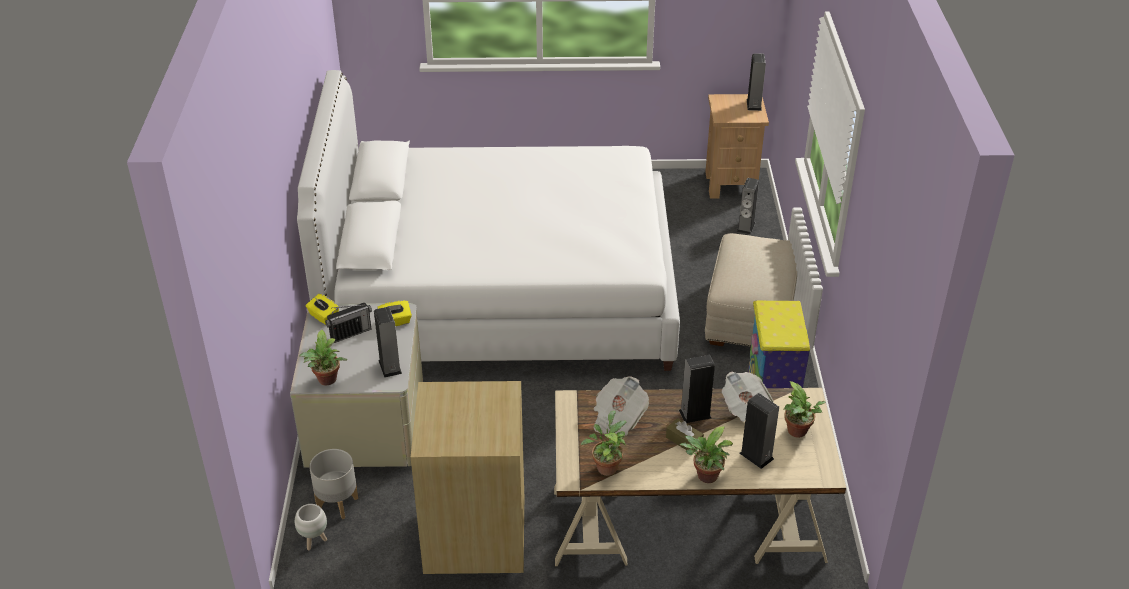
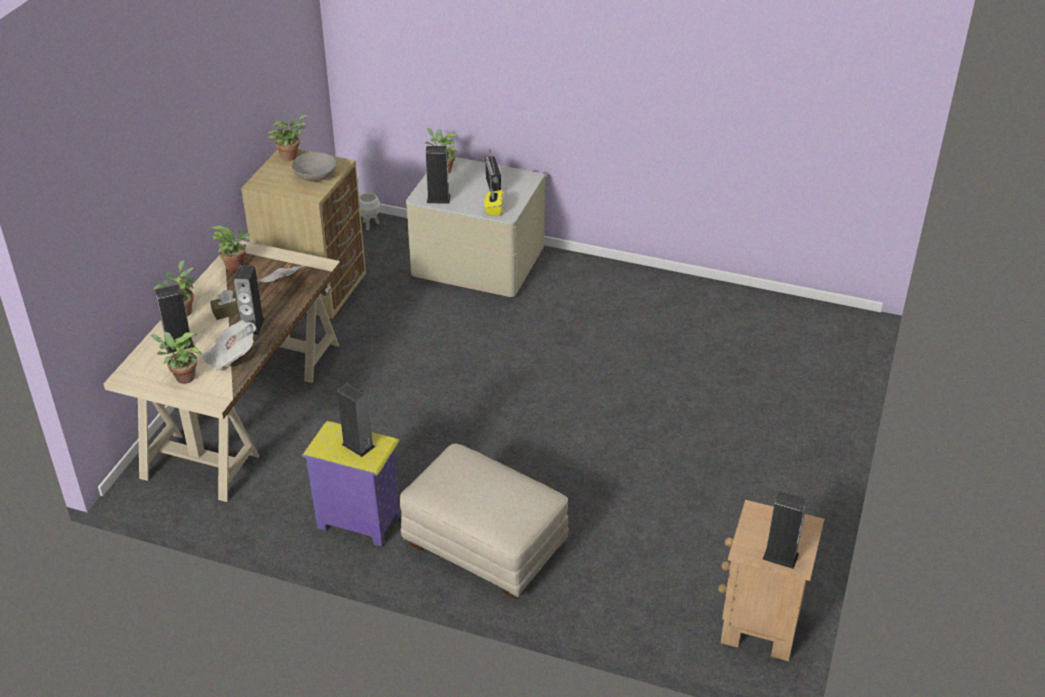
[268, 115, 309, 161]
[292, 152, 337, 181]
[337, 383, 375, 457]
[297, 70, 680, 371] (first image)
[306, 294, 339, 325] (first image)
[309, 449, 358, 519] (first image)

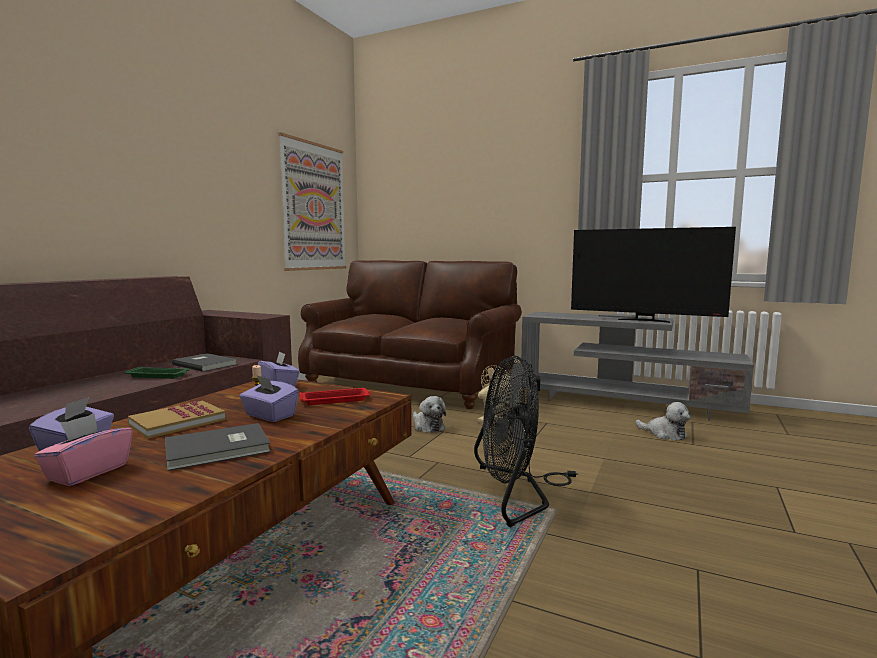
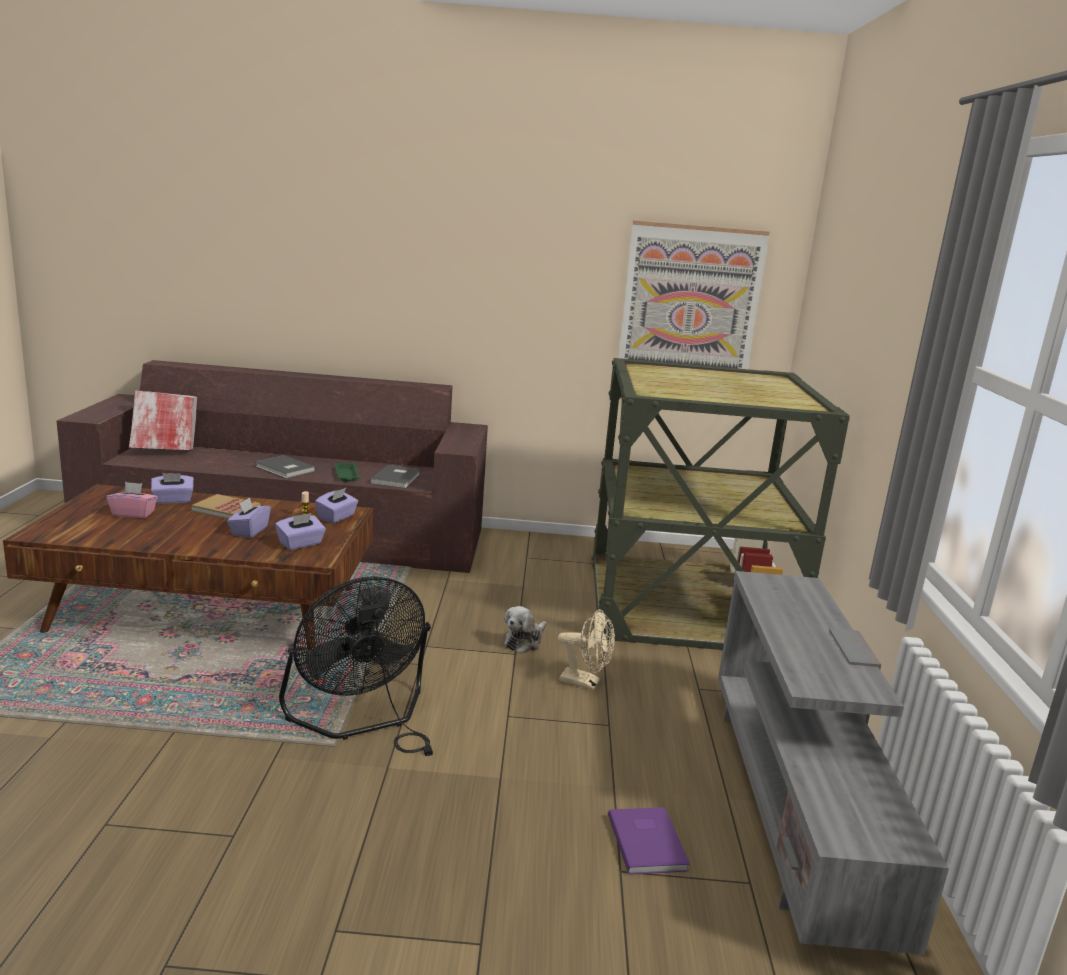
[255, 455, 316, 478]
[275, 513, 326, 550]
[592, 358, 850, 650]
[608, 807, 690, 875]
[571, 227, 736, 323] (first image)

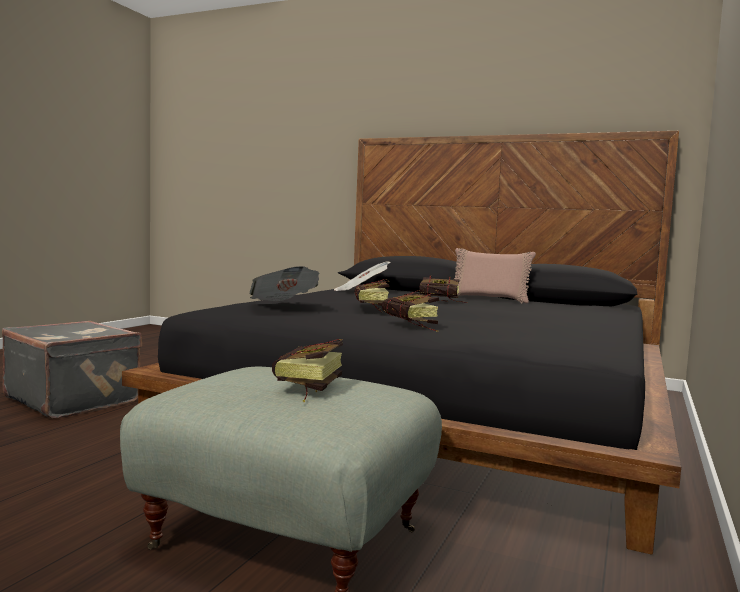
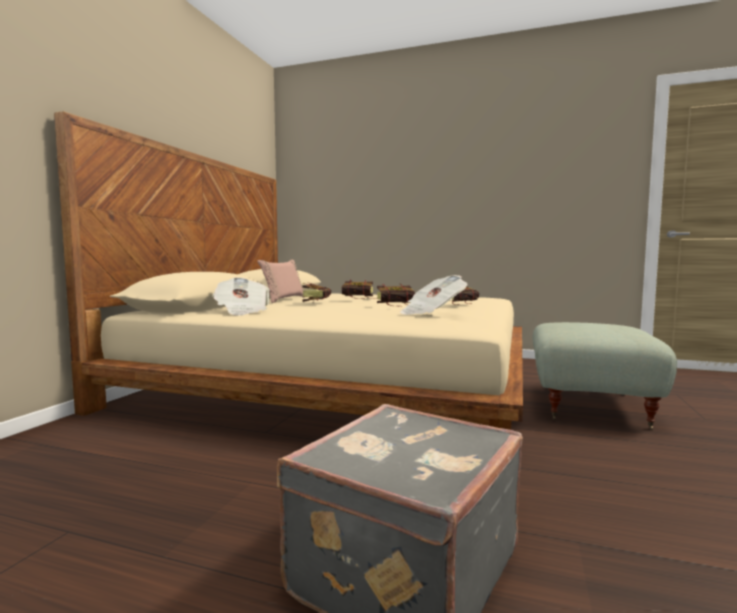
[54, 111, 523, 430]
[342, 280, 373, 299]

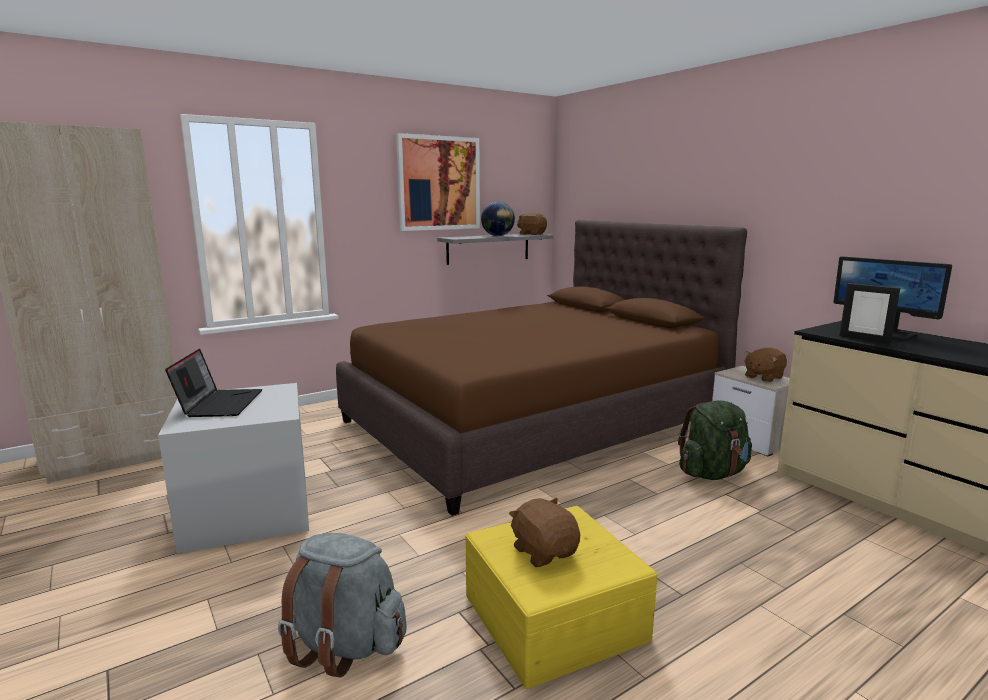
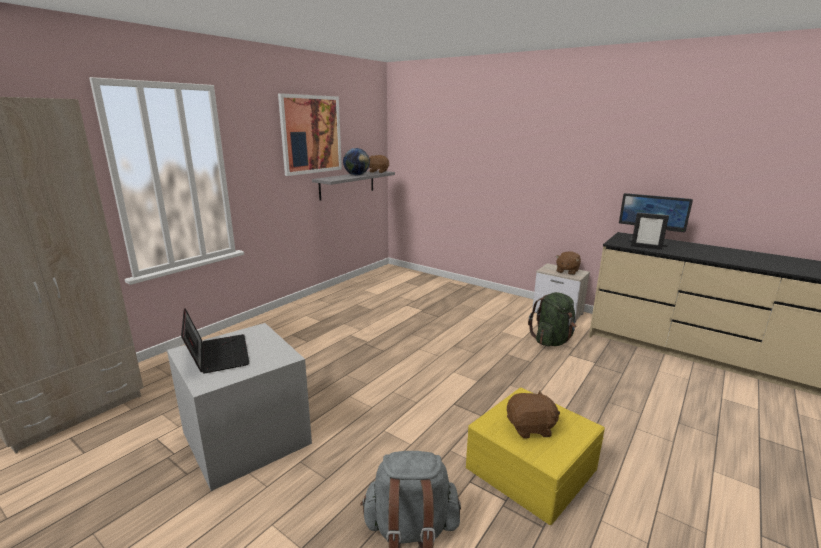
[507, 391, 560, 439]
[336, 220, 747, 516] (first image)

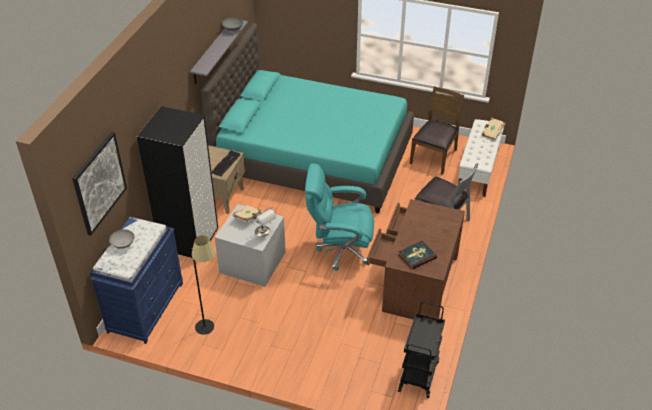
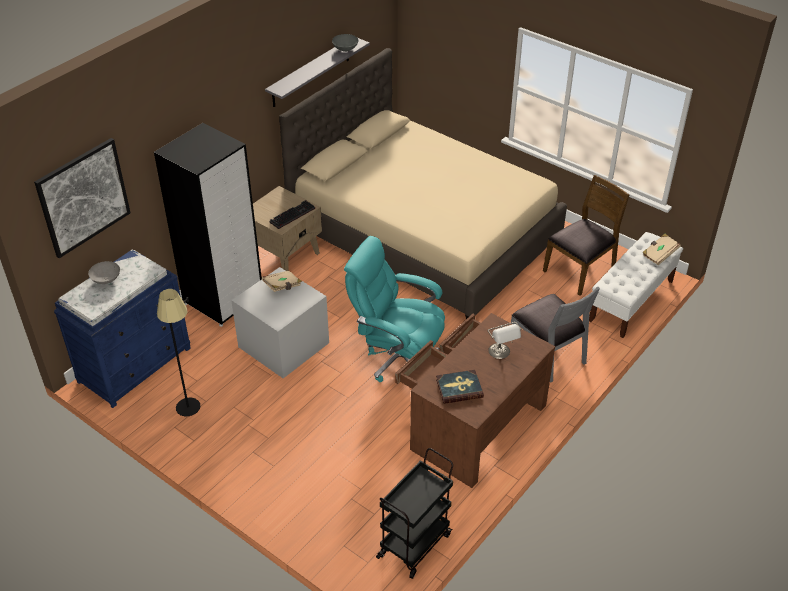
[279, 48, 567, 319]
[488, 322, 522, 359]

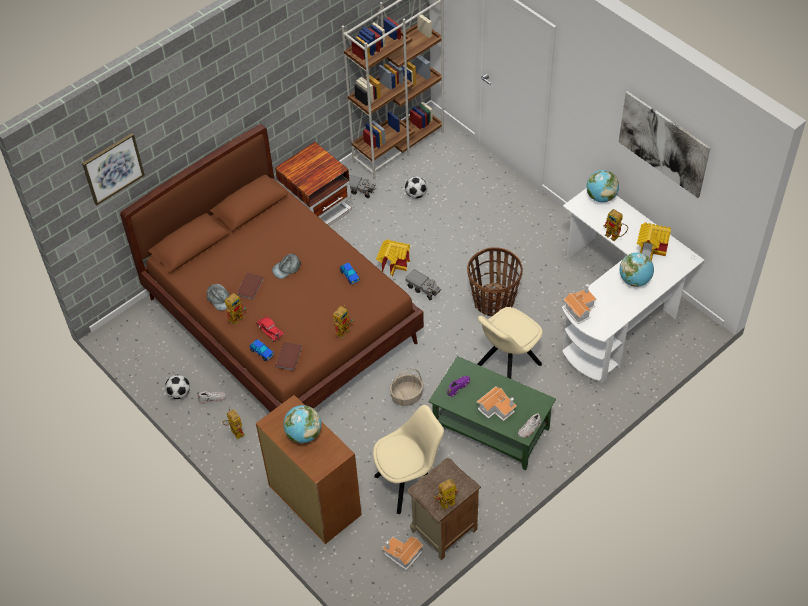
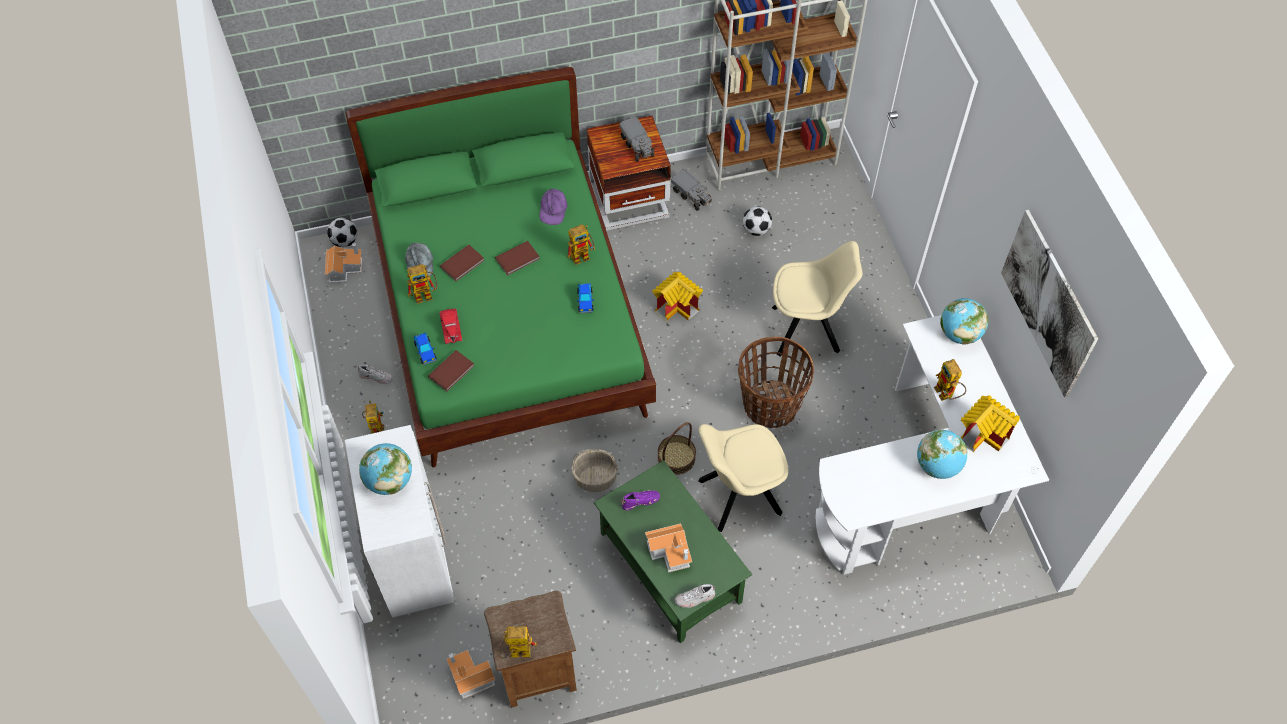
[325, 243, 362, 283]
[327, 218, 358, 247]
[345, 425, 454, 618]
[346, 67, 656, 468]
[495, 241, 540, 276]
[539, 189, 568, 225]
[567, 224, 595, 265]
[620, 117, 654, 162]
[658, 422, 696, 475]
[772, 241, 862, 356]
[82, 133, 145, 206] (first image)

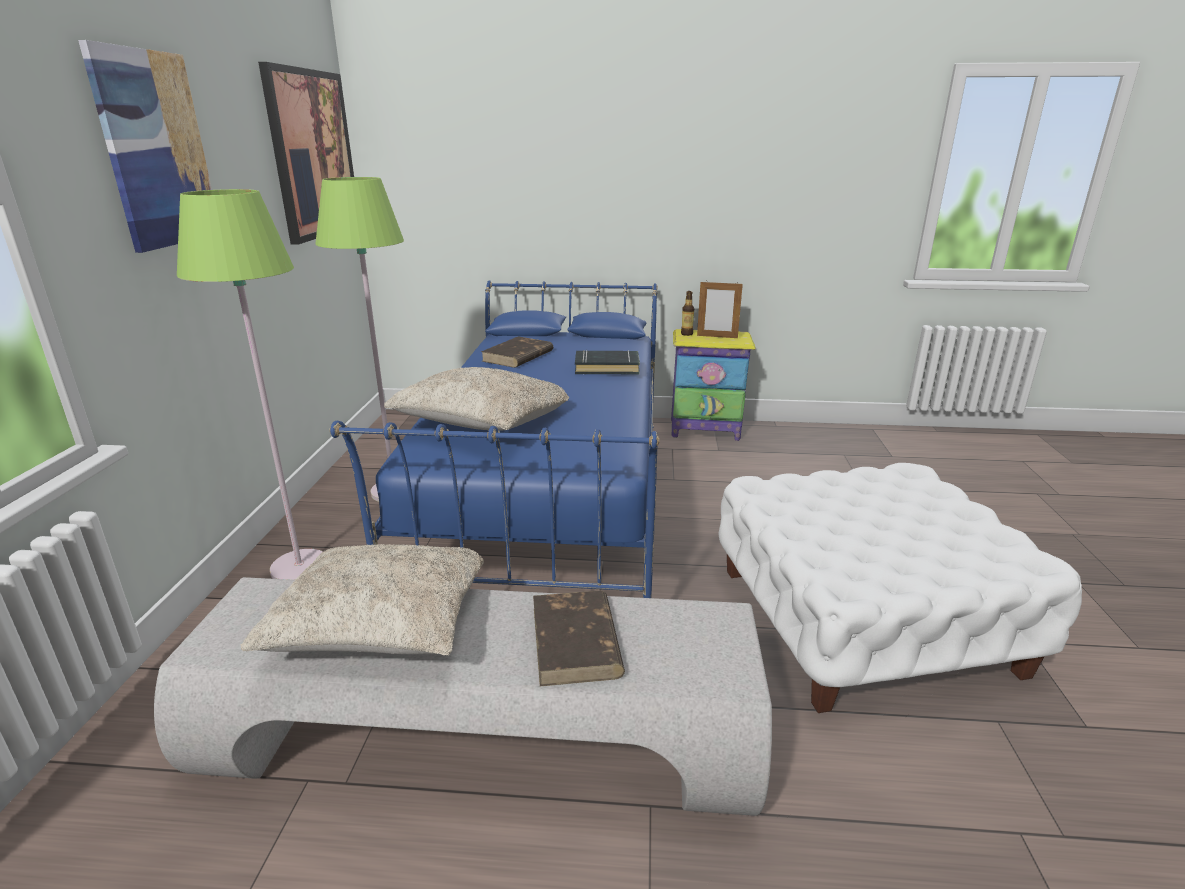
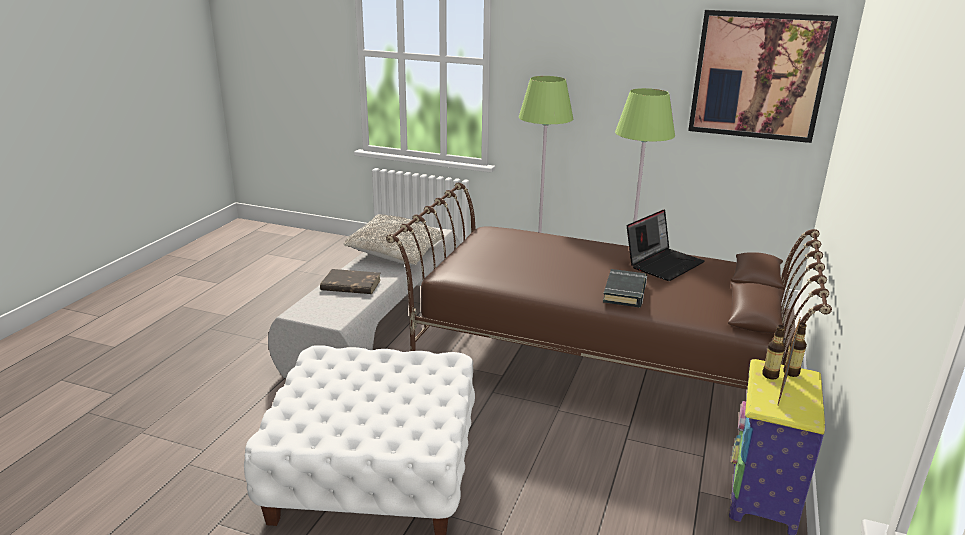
[386, 183, 832, 389]
[627, 209, 705, 281]
[762, 325, 785, 380]
[78, 40, 212, 253] (first image)
[384, 367, 569, 431] (first image)

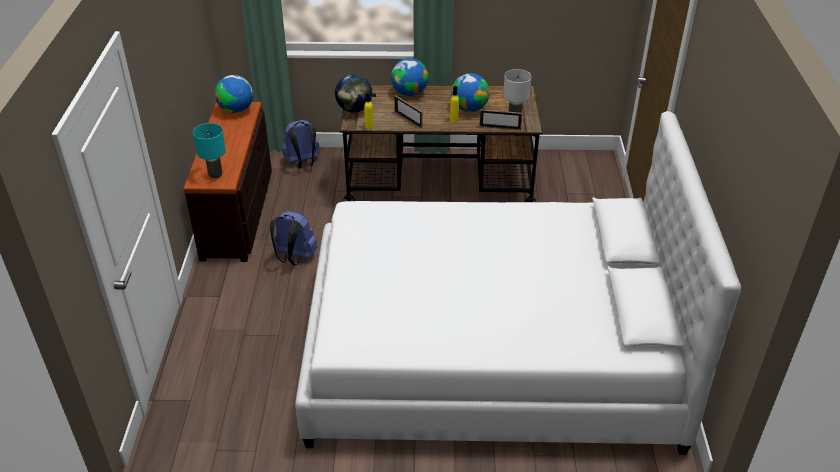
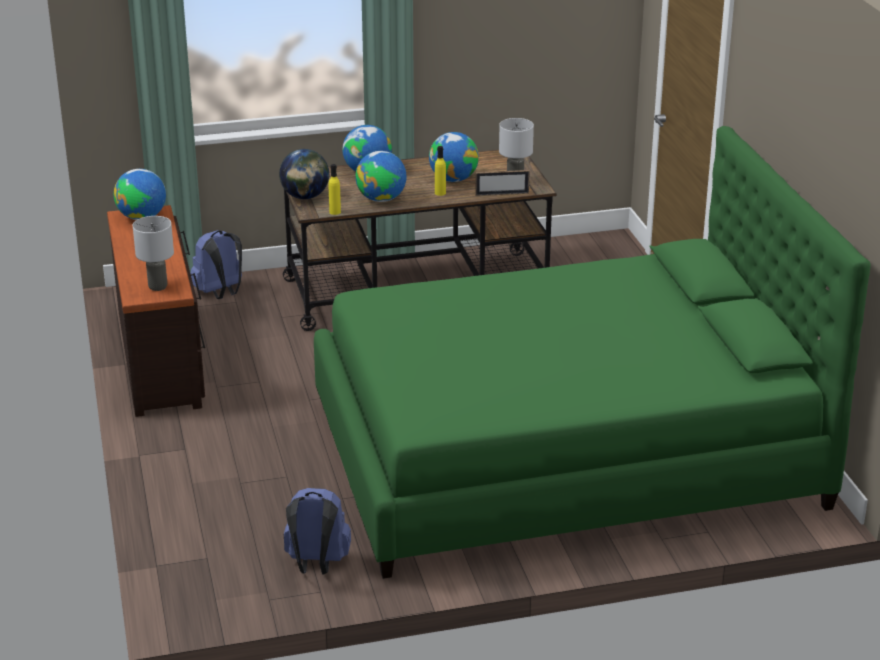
[133, 216, 174, 291]
[284, 488, 351, 575]
[314, 126, 871, 579]
[355, 151, 407, 202]

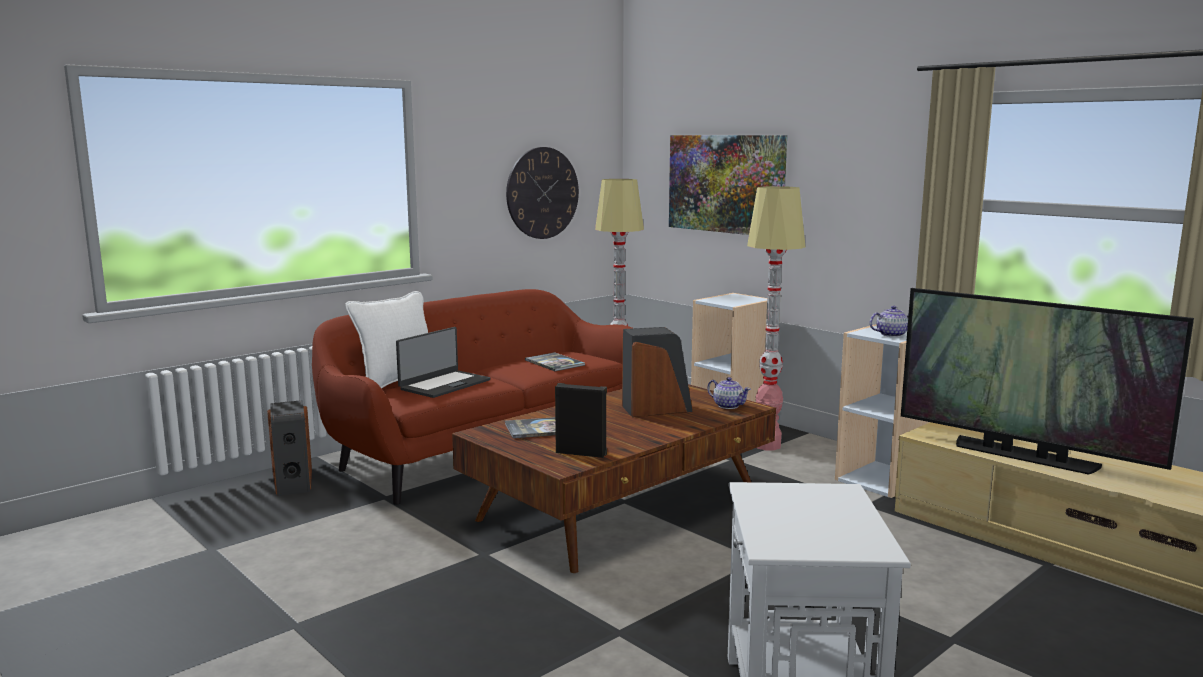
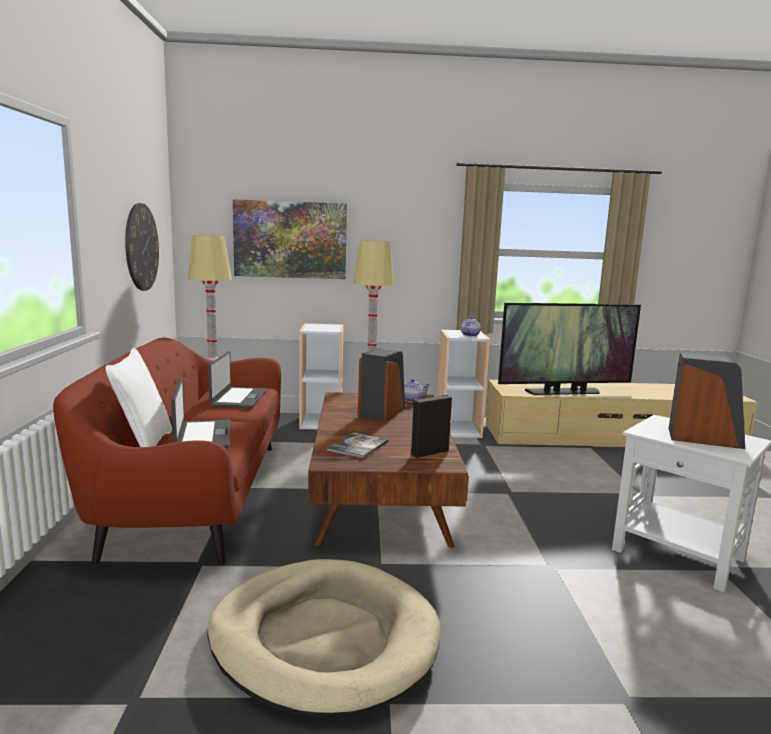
[207, 559, 441, 717]
[208, 351, 267, 408]
[668, 352, 745, 449]

